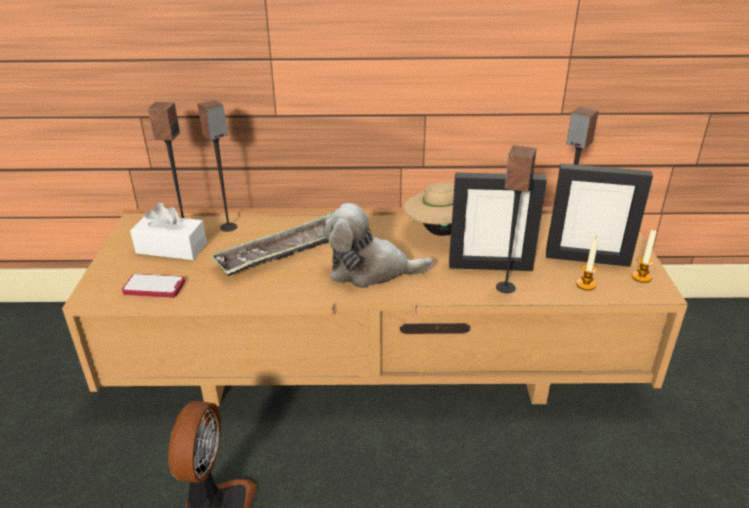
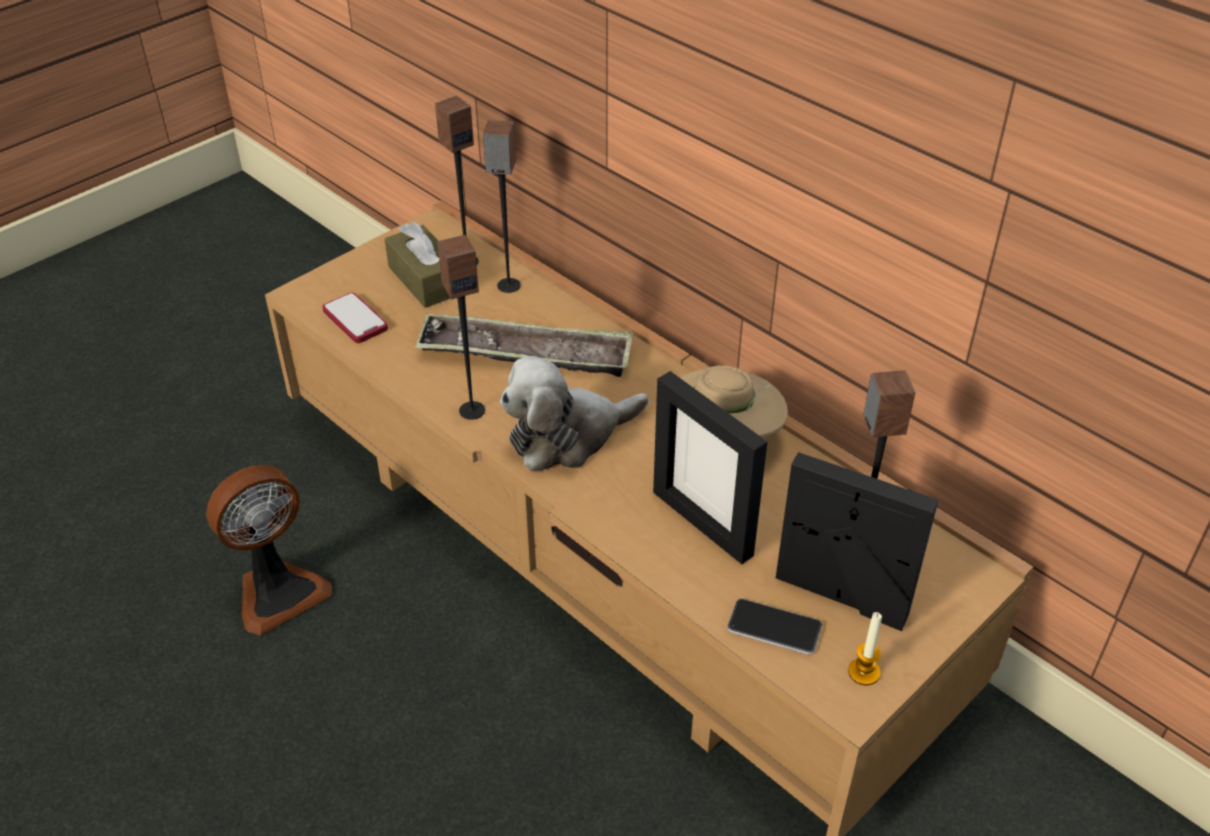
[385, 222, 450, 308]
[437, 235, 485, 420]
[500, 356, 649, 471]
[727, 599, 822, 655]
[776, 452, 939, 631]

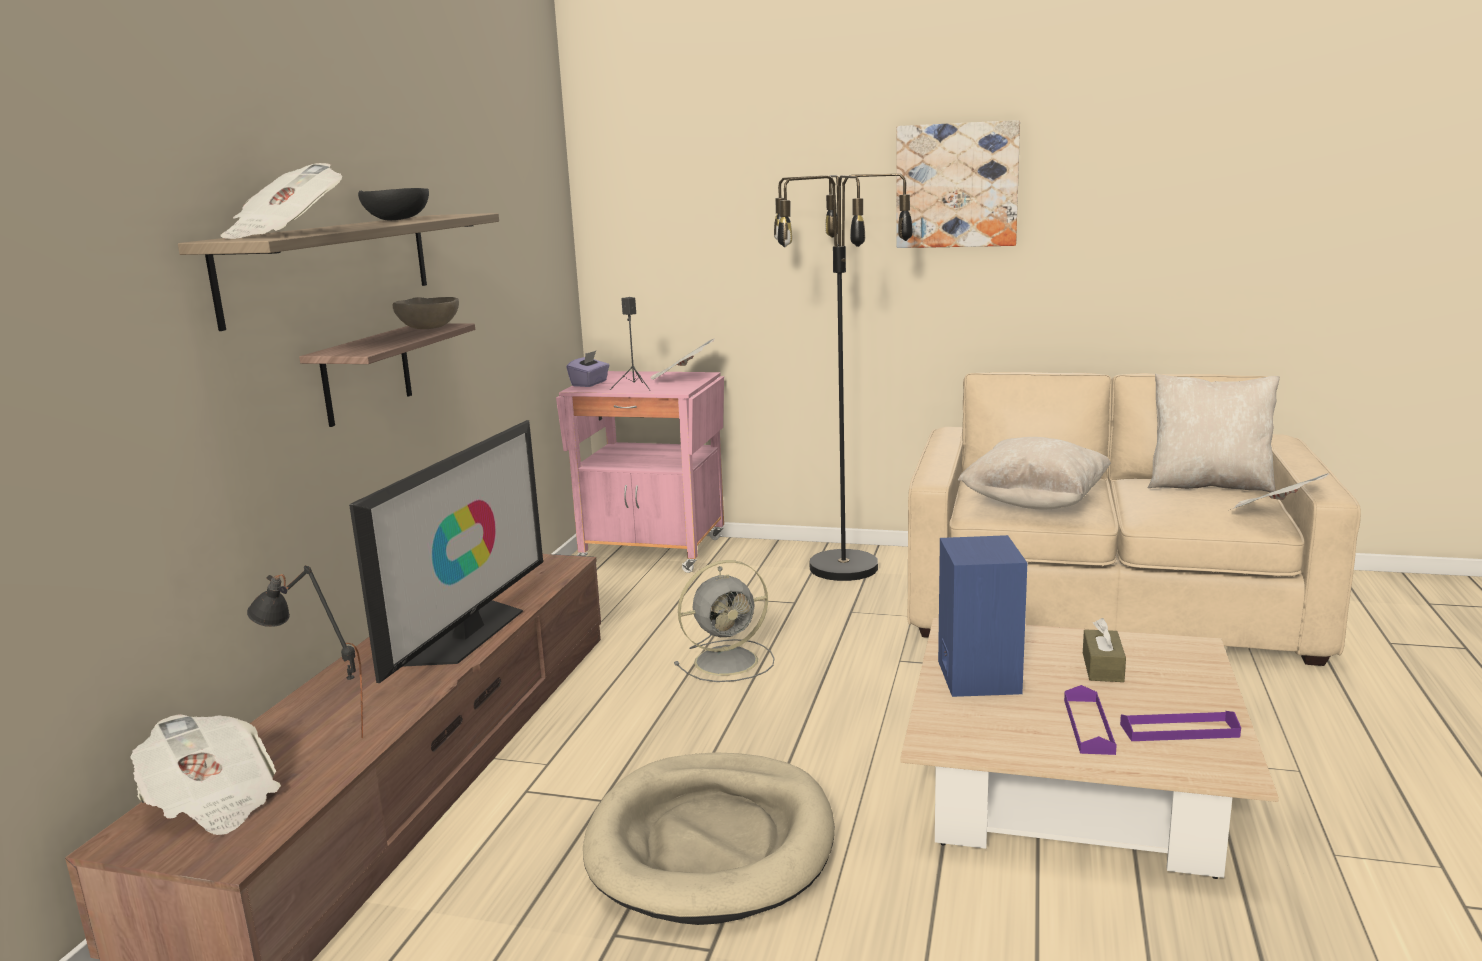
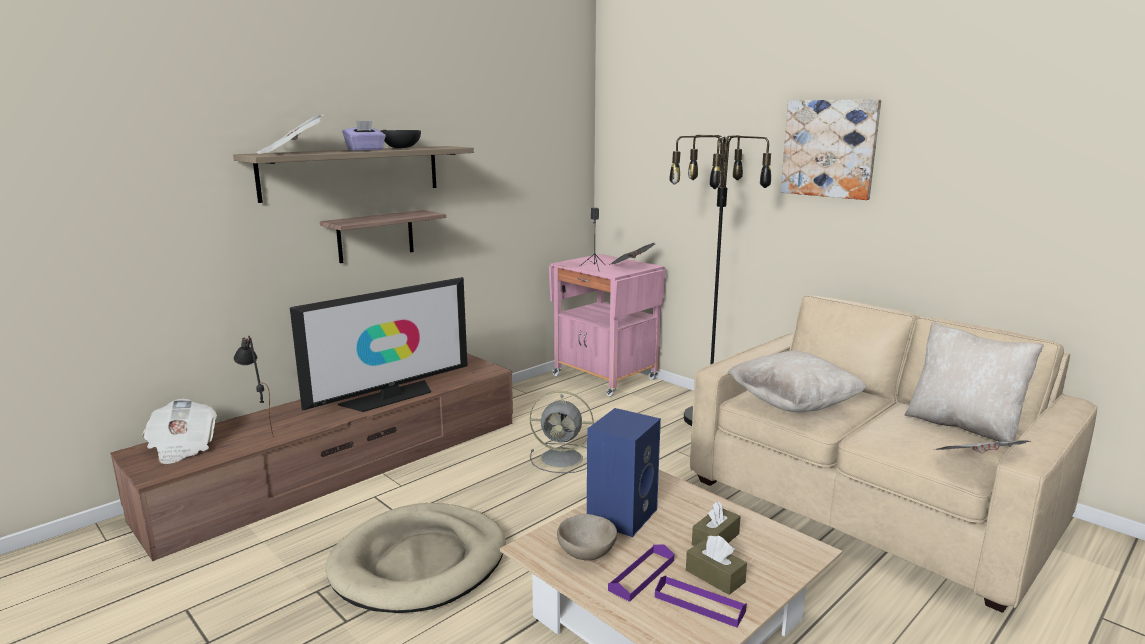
[343, 121, 386, 151]
[557, 514, 617, 560]
[686, 536, 747, 595]

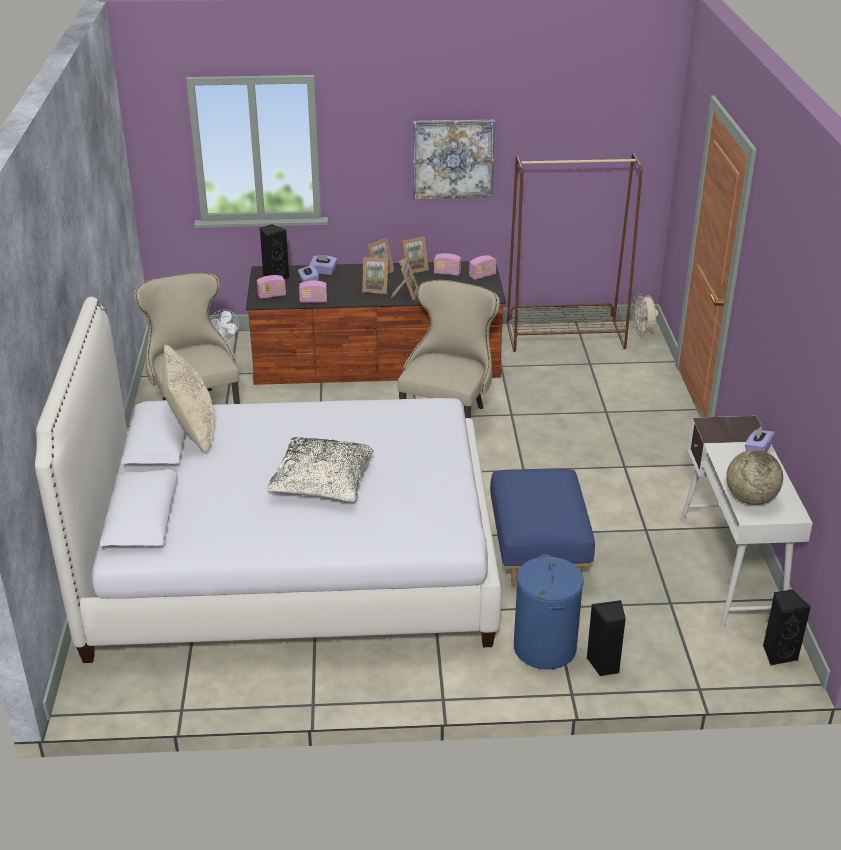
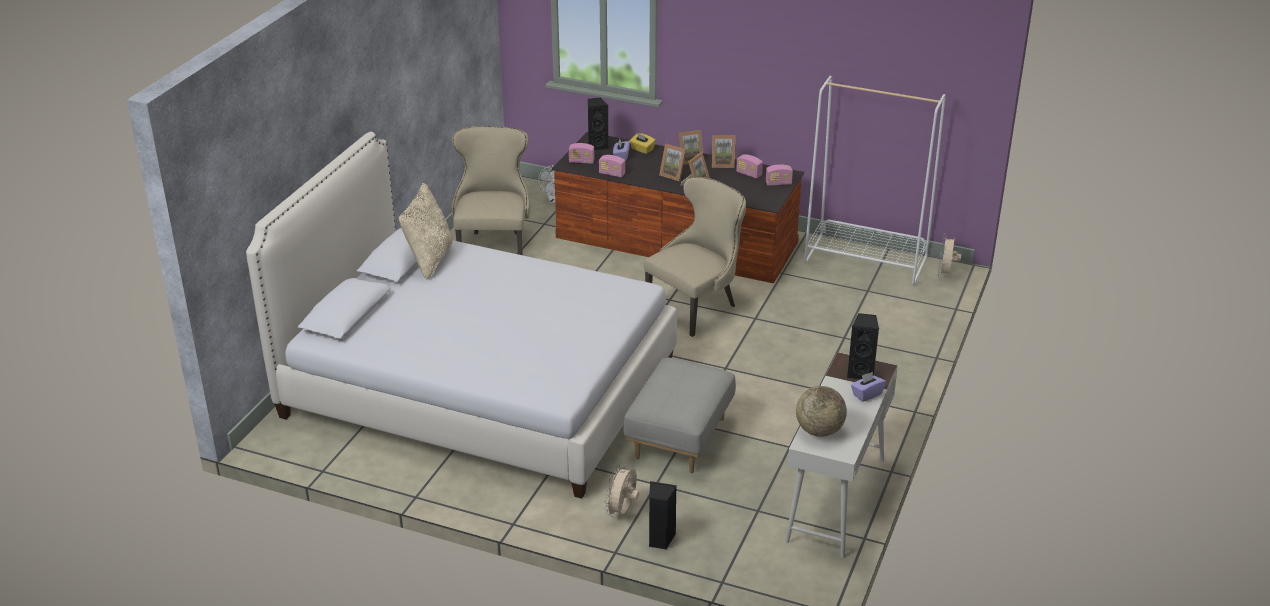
[604, 463, 639, 517]
[623, 358, 736, 473]
[629, 133, 656, 154]
[804, 76, 946, 285]
[847, 313, 879, 379]
[266, 437, 374, 502] (first image)
[413, 119, 495, 199] (first image)

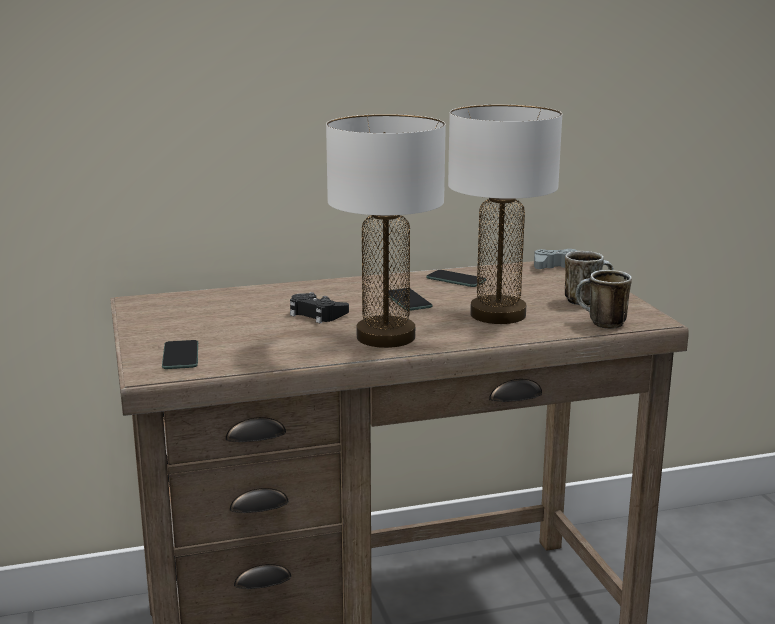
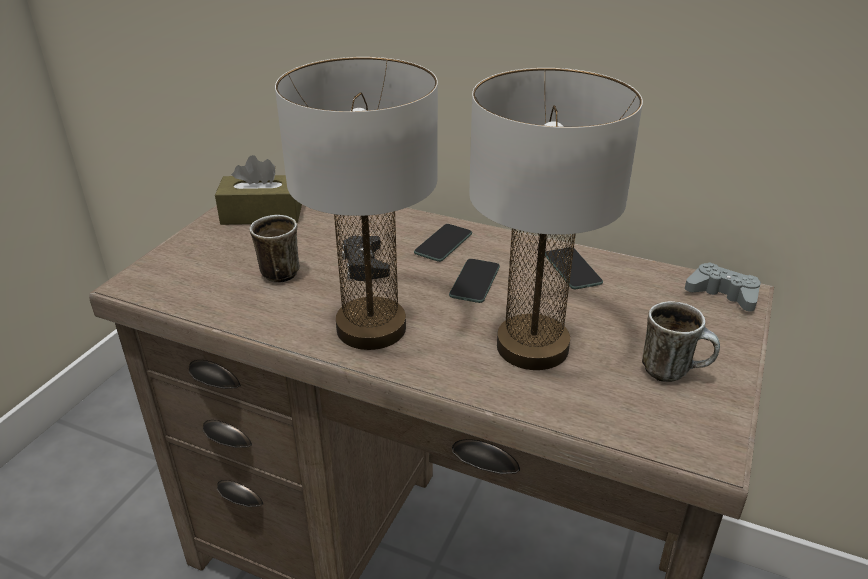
[215, 155, 302, 225]
[250, 215, 300, 283]
[414, 224, 472, 262]

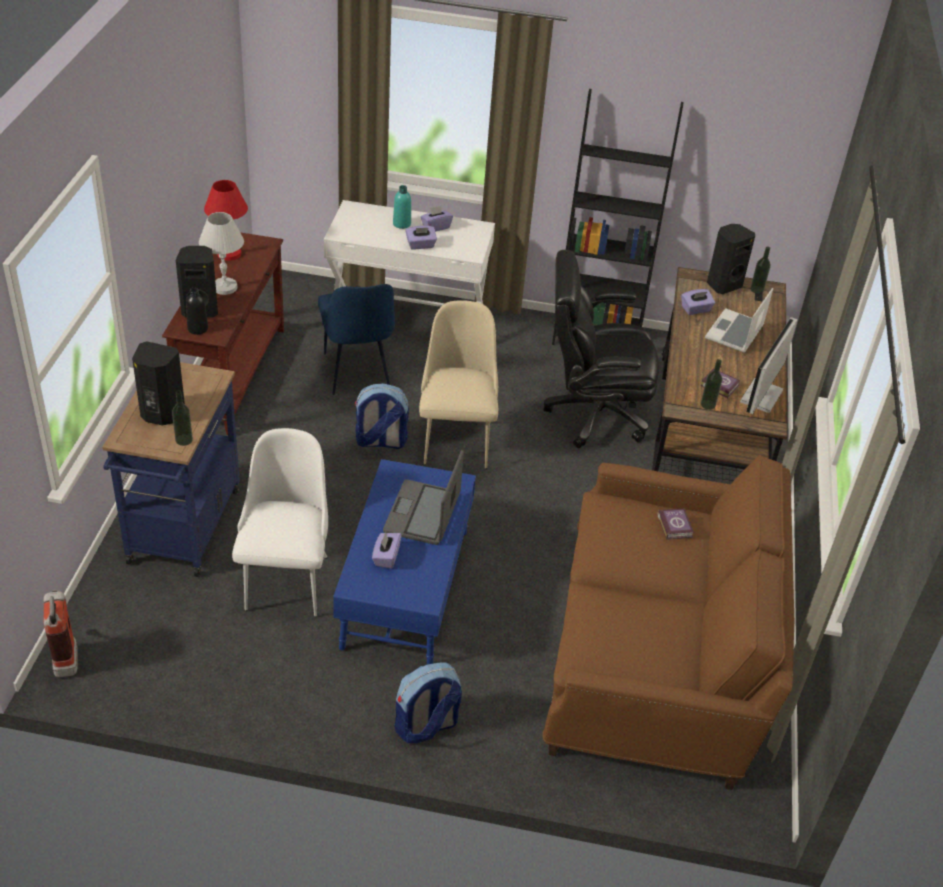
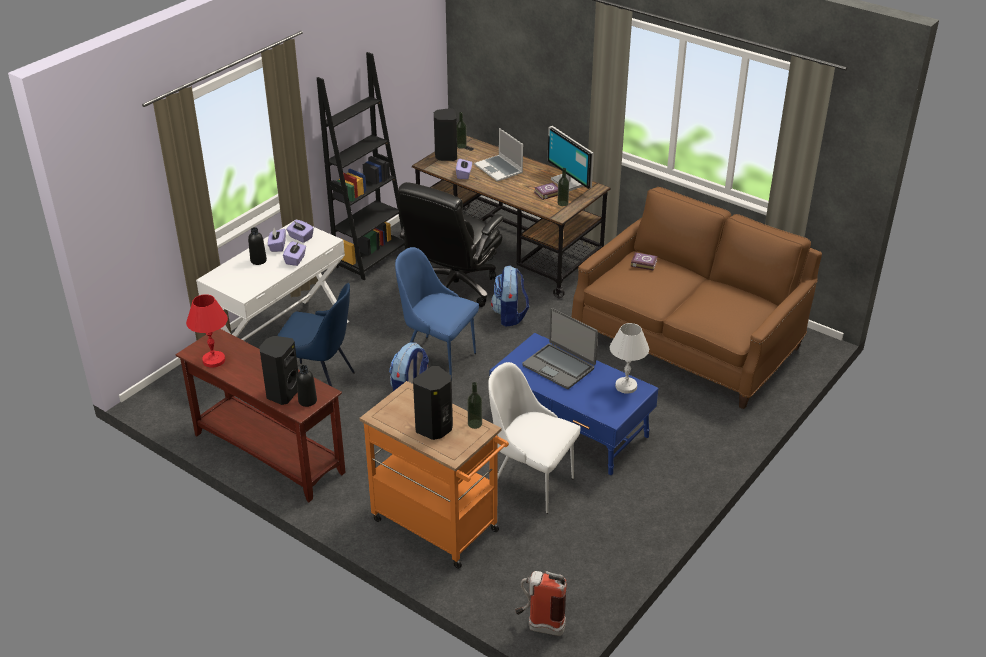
[248, 227, 267, 265]
[286, 220, 314, 243]
[359, 381, 509, 569]
[395, 247, 479, 376]
[491, 266, 529, 326]
[610, 323, 649, 394]

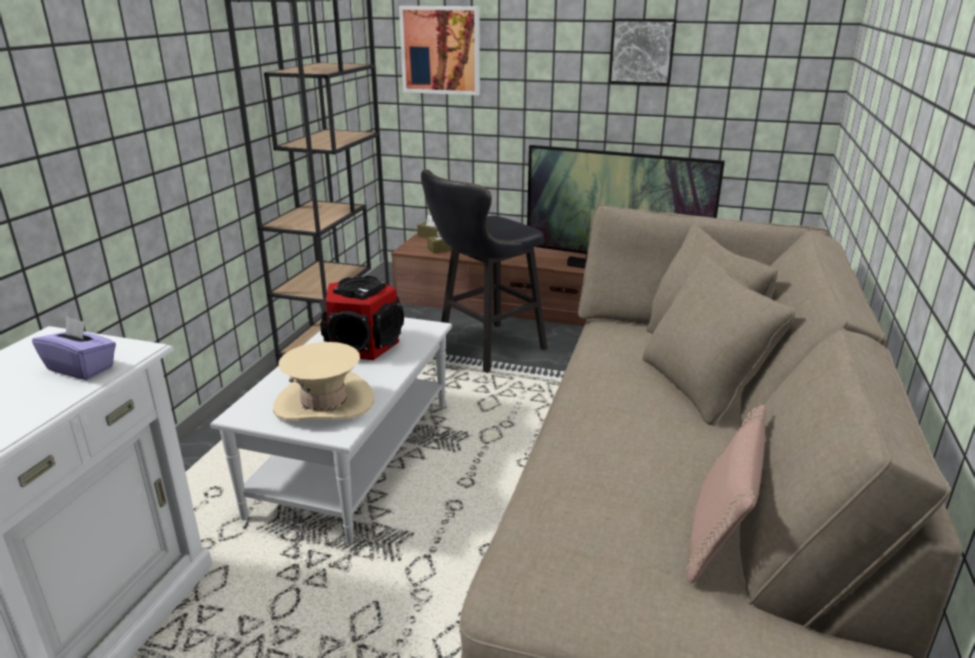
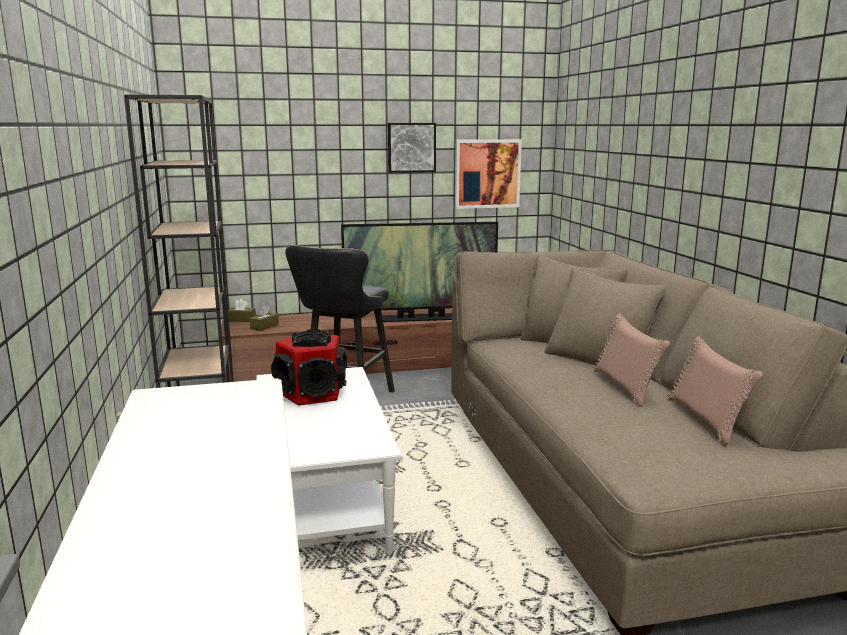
[455, 139, 522, 209]
[592, 314, 670, 407]
[32, 316, 116, 380] (first image)
[273, 342, 375, 421] (first image)

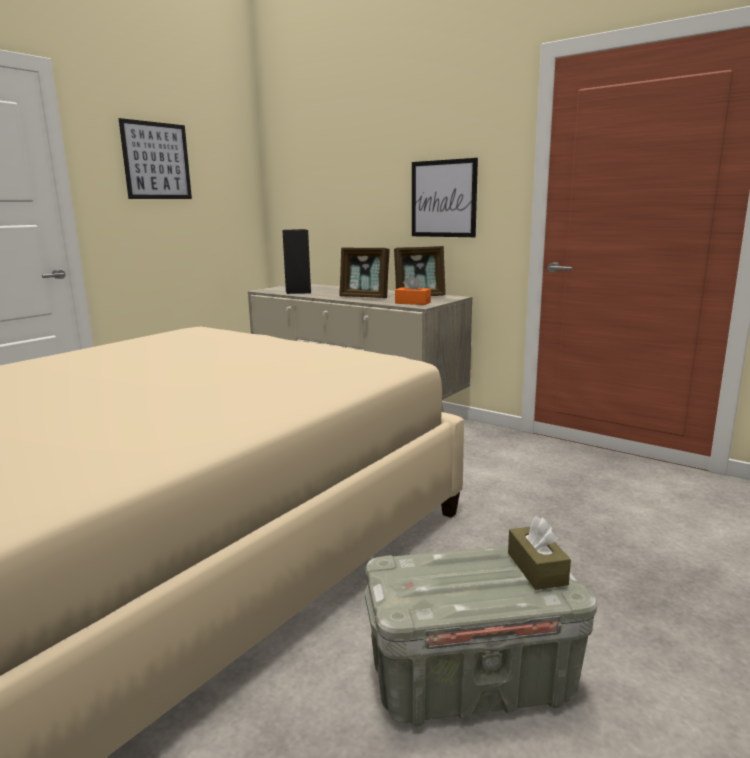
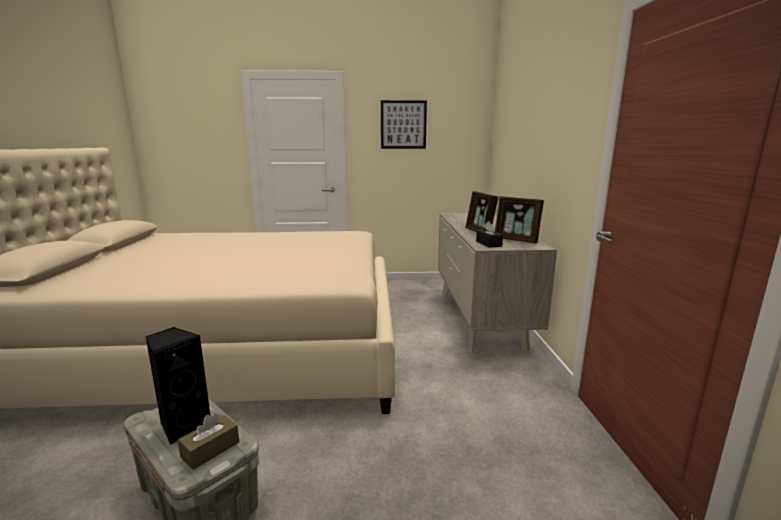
[146, 327, 210, 445]
[476, 221, 503, 248]
[412, 158, 478, 237] (first image)

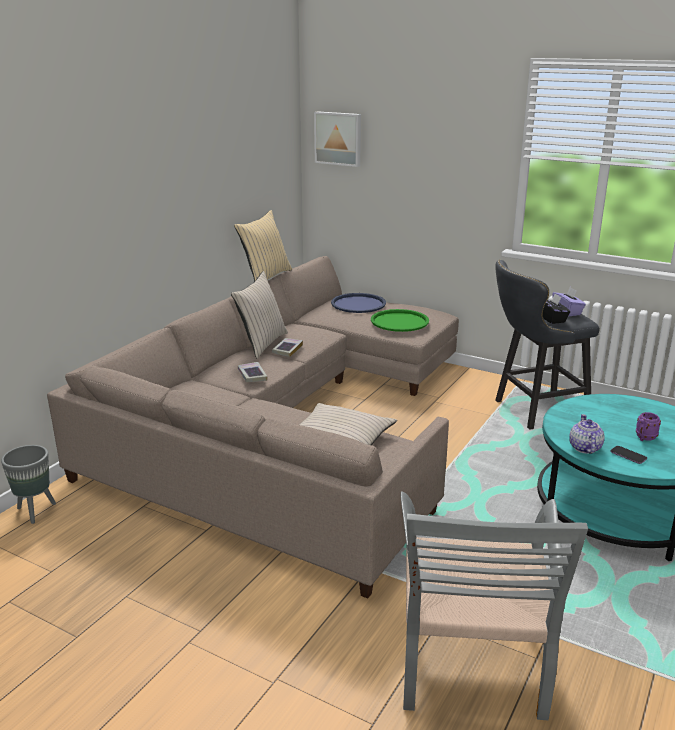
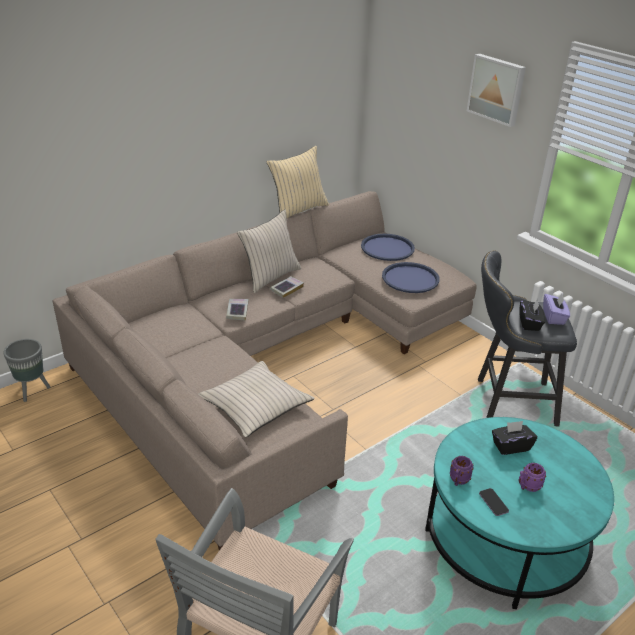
[382, 262, 440, 293]
[450, 456, 473, 486]
[467, 54, 526, 127]
[492, 421, 537, 455]

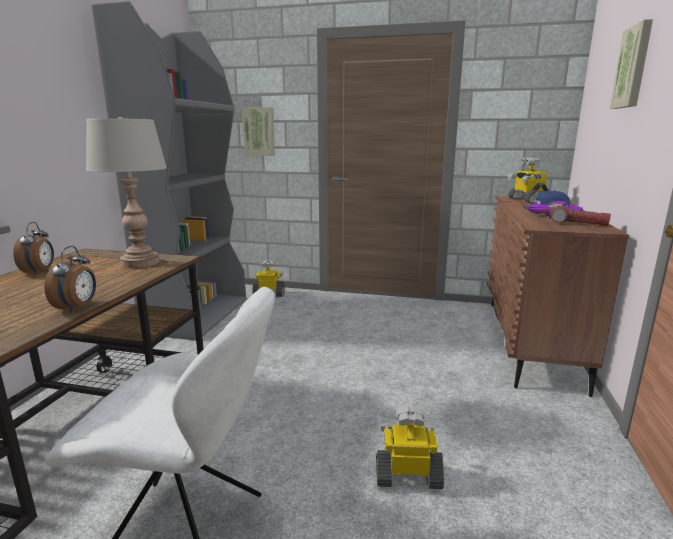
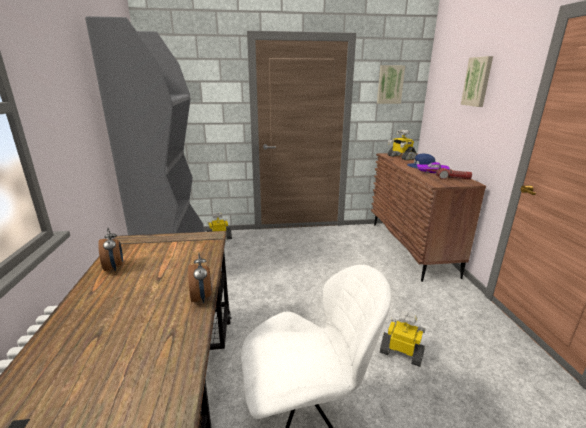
[377, 65, 405, 104]
[380, 311, 426, 367]
[86, 117, 167, 268] (first image)

